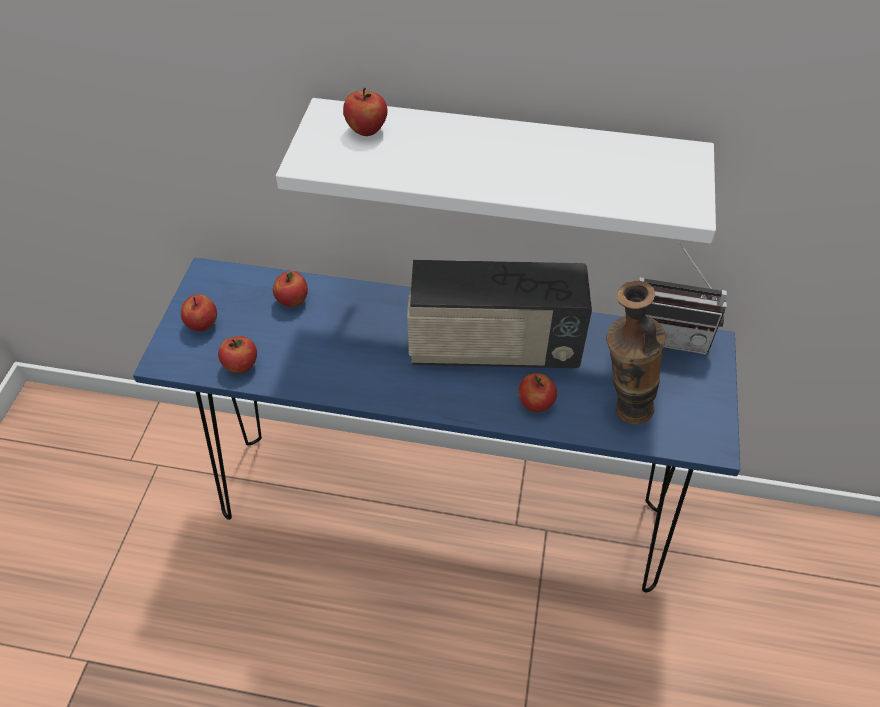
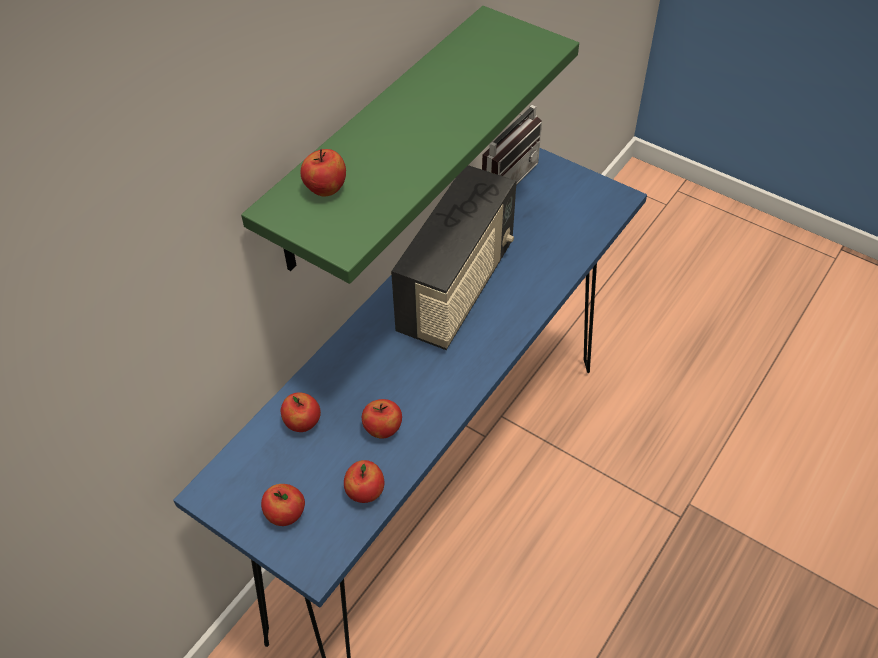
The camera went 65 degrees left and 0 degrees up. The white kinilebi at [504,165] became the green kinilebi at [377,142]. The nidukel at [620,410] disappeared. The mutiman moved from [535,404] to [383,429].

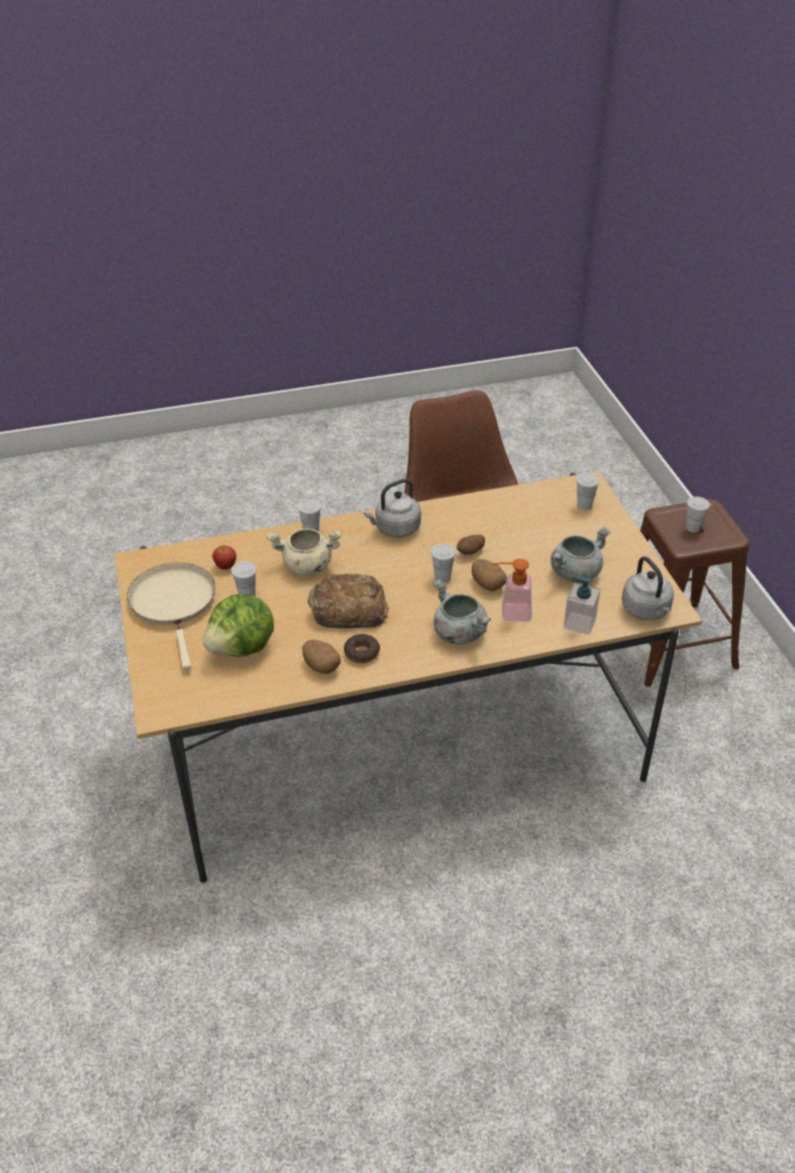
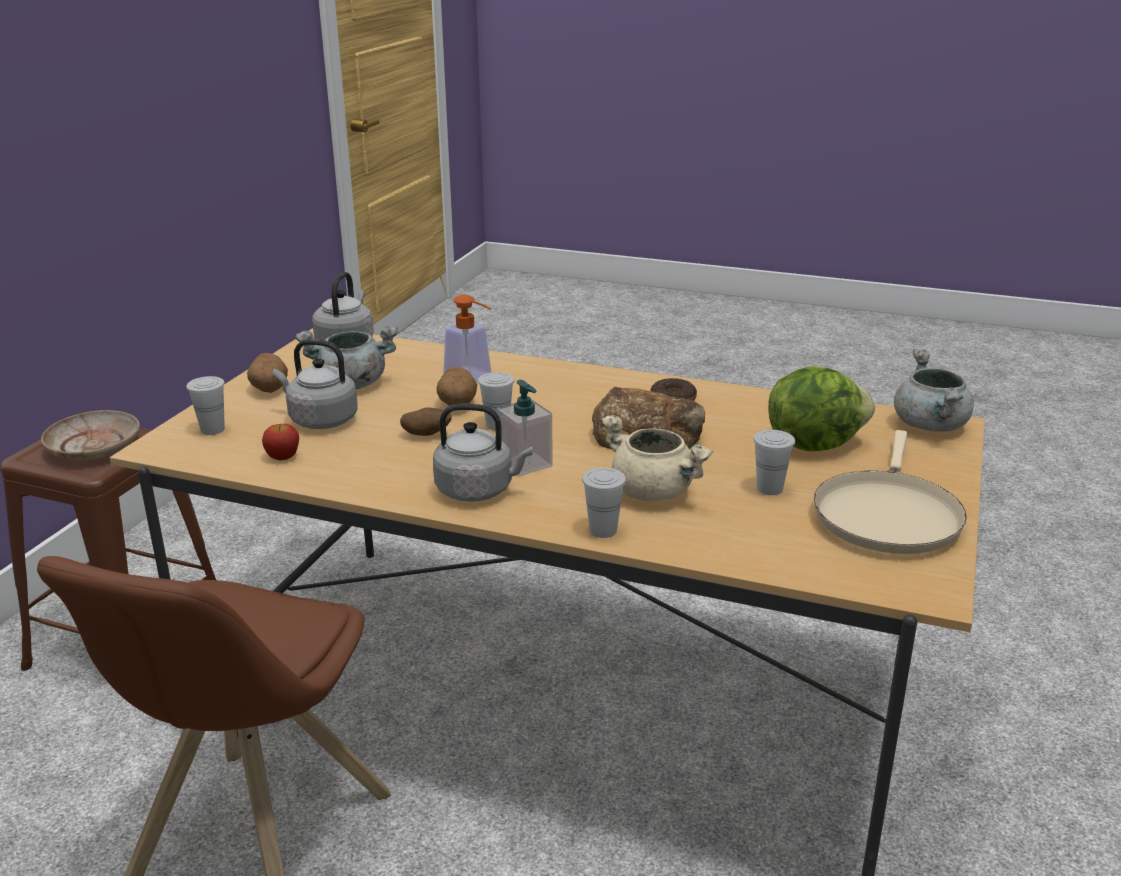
The camera went 145 degrees left and 15 degrees down. The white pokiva at [693,528] was replaced by the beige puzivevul at [94,447]. The mutiman moved from [225,566] to [283,457]. The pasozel moved from [579,623] to [525,464]. The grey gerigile moved from [458,633] to [931,426]. The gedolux moved from [321,666] to [269,389]. The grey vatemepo at [320,420] appeared.

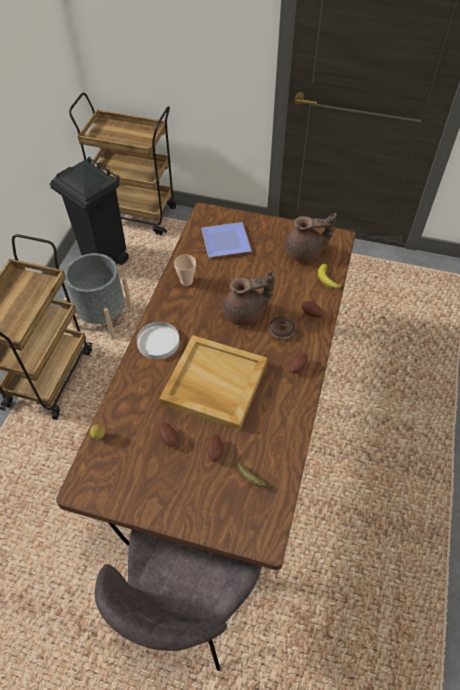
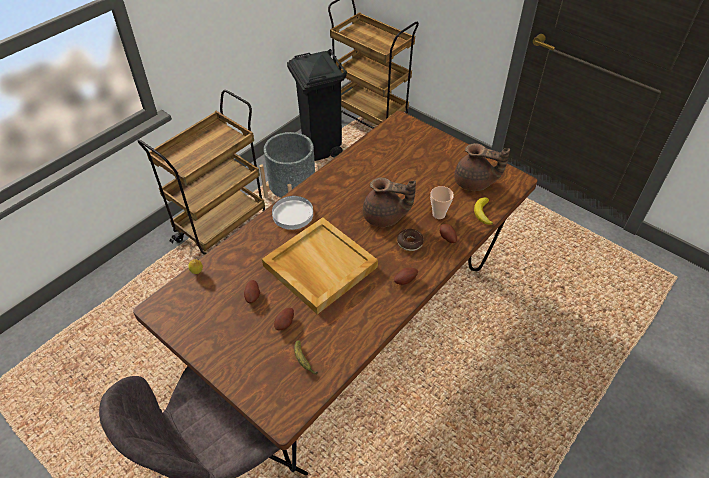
The camera went 25 degrees right and 5 degrees down. The puzivevul at [224,243] disappeared. The pokiva moved from [186,281] to [438,214].

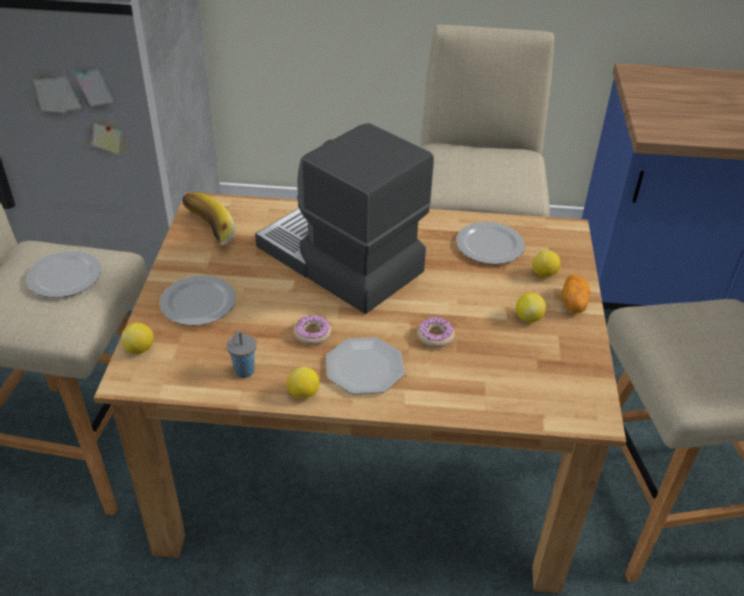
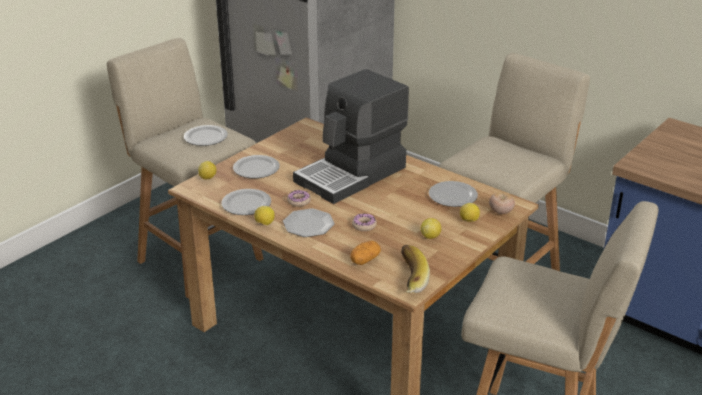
The camera went 35 degrees right and 10 degrees down. The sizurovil at [339,261] turned 120 degrees counterclockwise. The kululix moved from [206,231] to [407,278]. The gedolux moved from [573,303] to [365,260]. The grey pokiva at [243,372] was replaced by the puzivevul at [246,204]. The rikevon at [500,212] appeared.

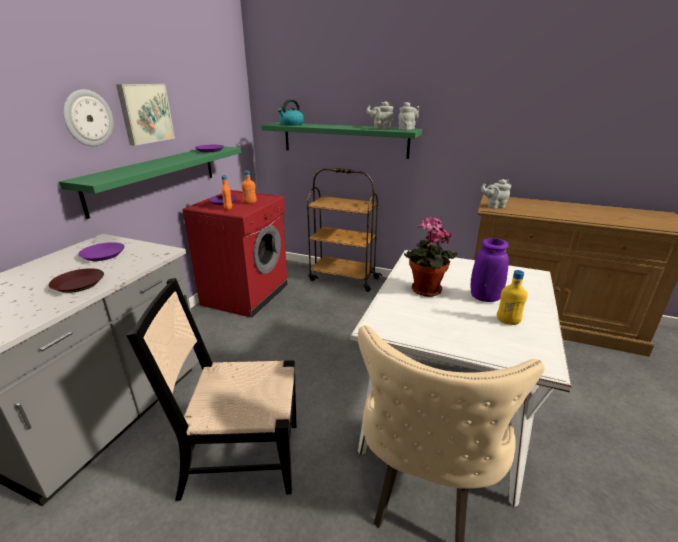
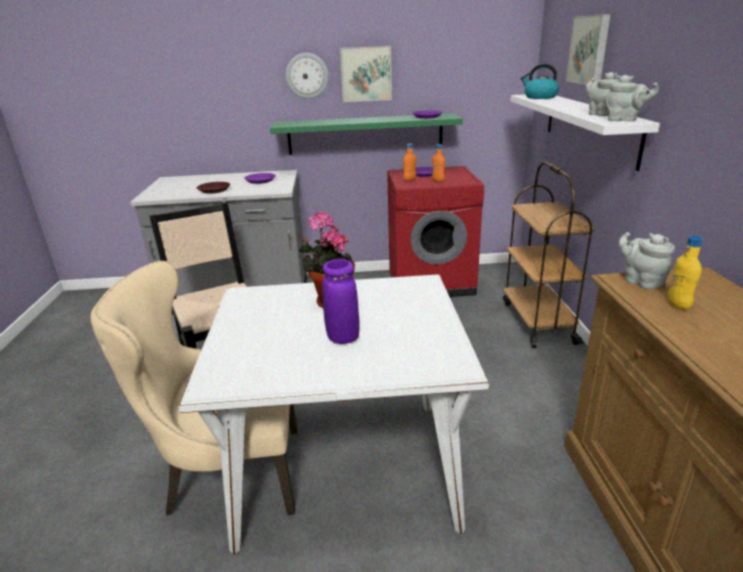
The camera went 65 degrees right and 0 degrees up. The green kinilebi at [344,140] became the white kinilebi at [589,126]. The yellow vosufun moved from [507,322] to [678,305]. The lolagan at [590,50] appeared.

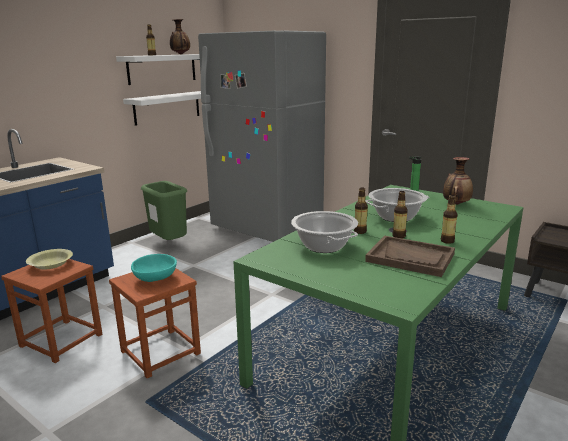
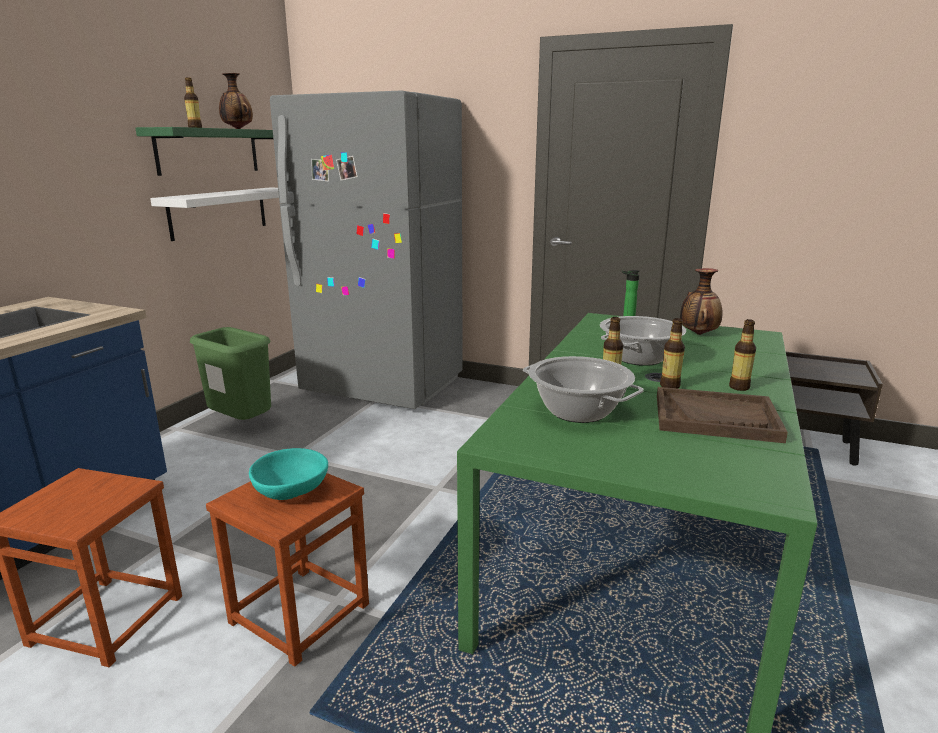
The camera went 15 degrees left and 0 degrees up. The white kinilebi at [162,68] became the green kinilebi at [208,151]. The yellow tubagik at [50,264] disappeared.

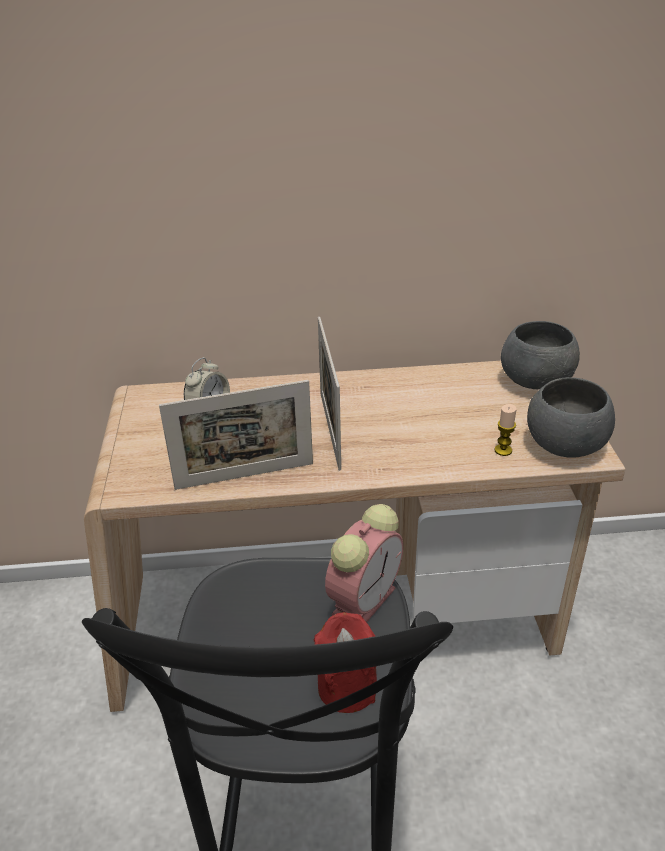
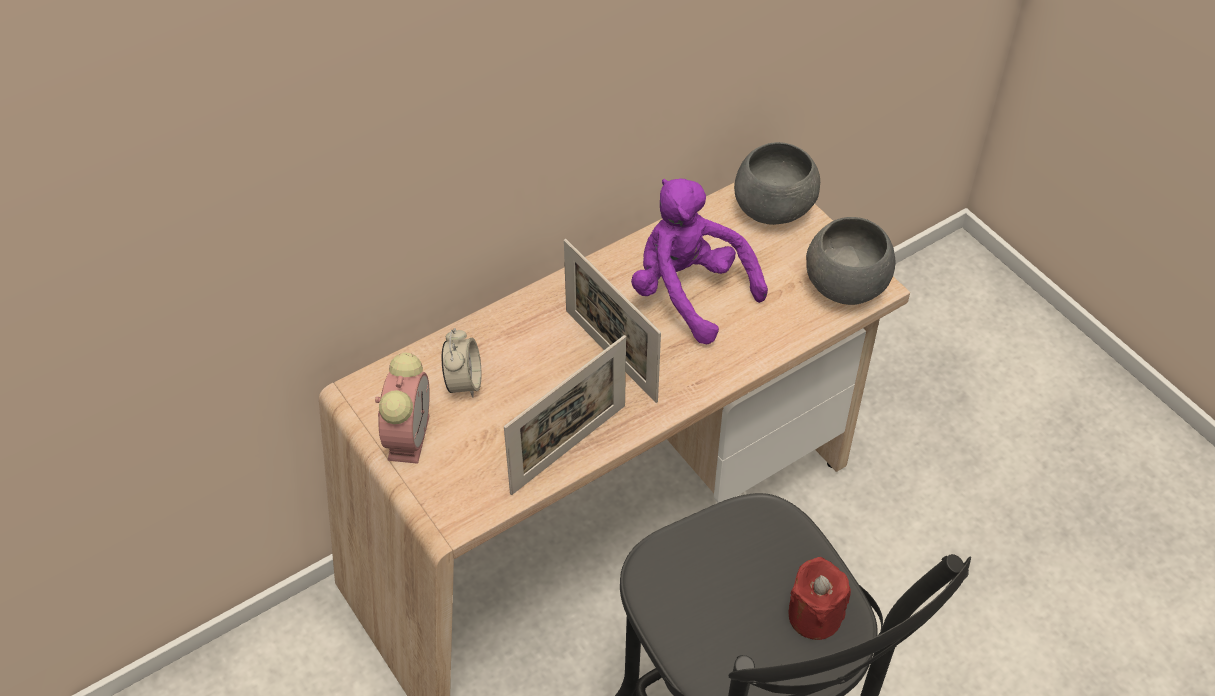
The camera went 30 degrees left and 15 degrees up. The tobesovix at [503,450] disappeared. The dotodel moved from [365,599] to [408,435]. The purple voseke at [689,292] appeared.

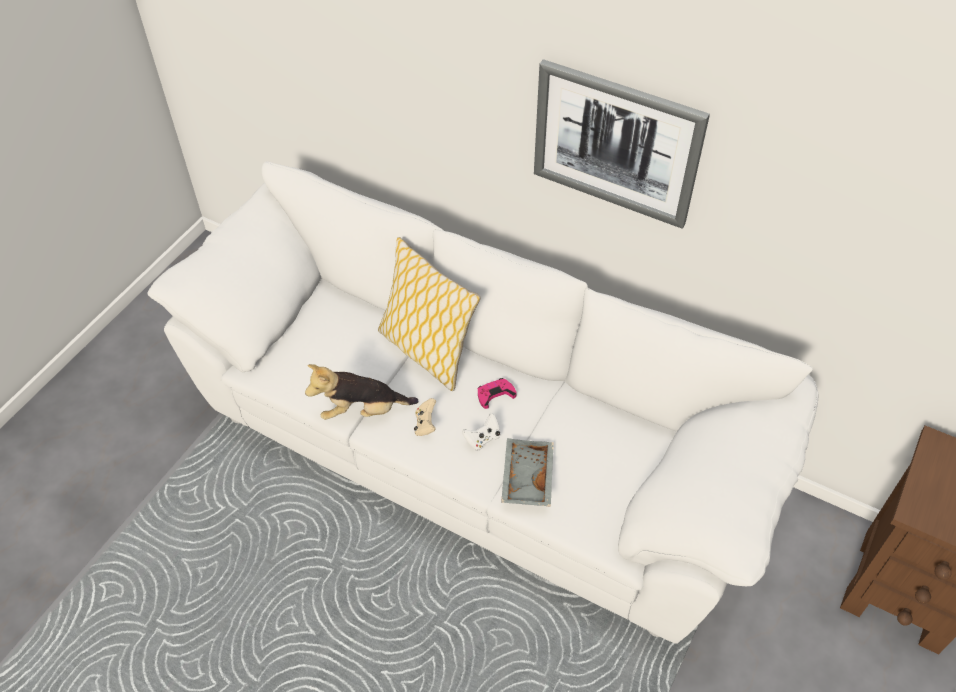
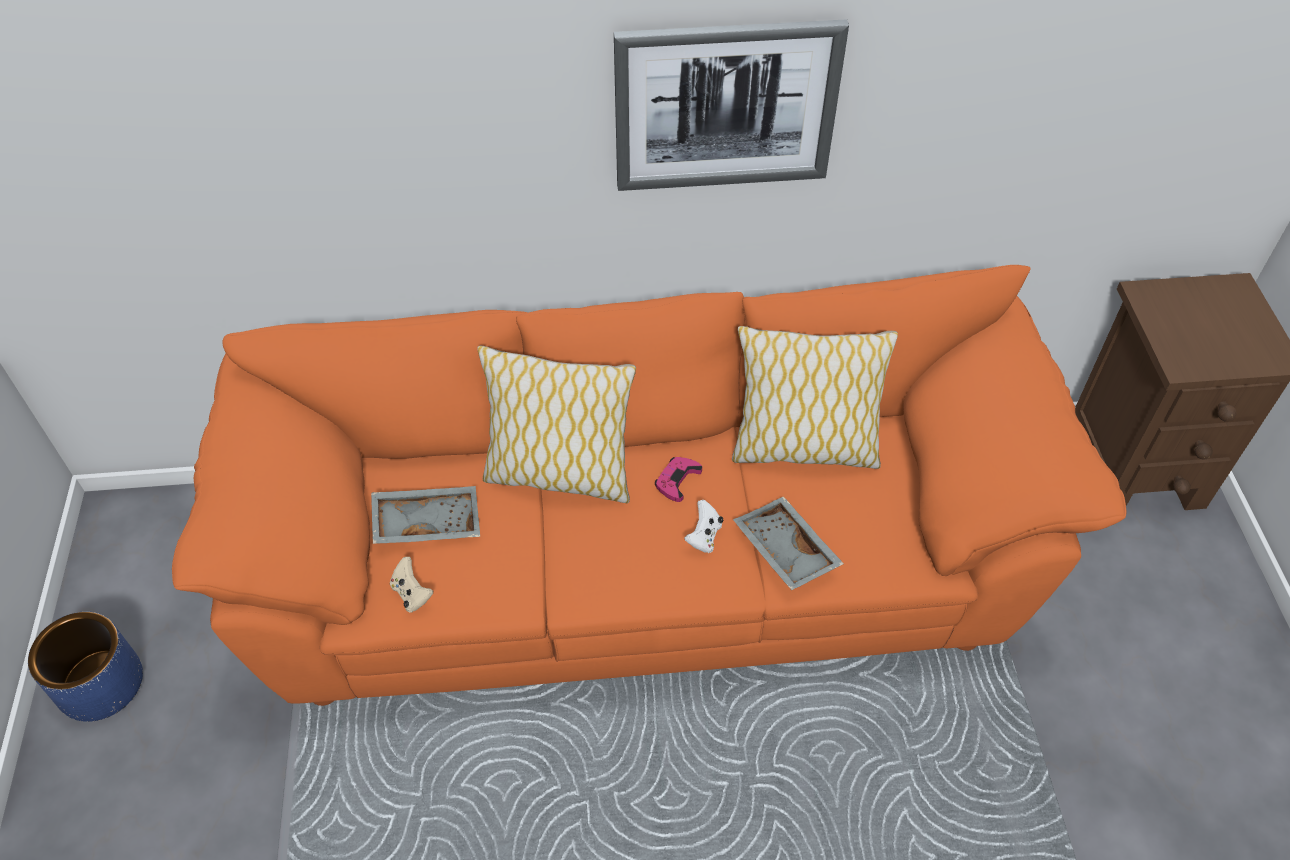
The camera went 35 degrees left and 0 degrees up. The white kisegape at [476,455] became the orange kisegape at [644,574]. The voseke at [362,410] disappeared. The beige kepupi moved from [425,424] to [412,594]. The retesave at [803,448] appeared. The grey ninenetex at [427,521] appeared. The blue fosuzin at [100,684] appeared.

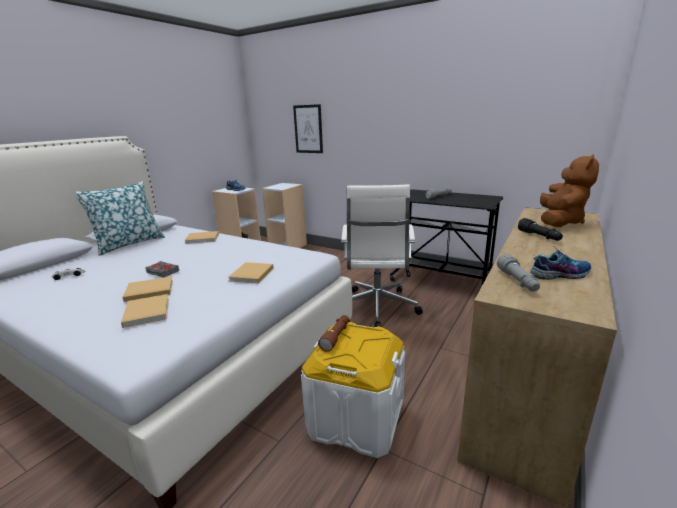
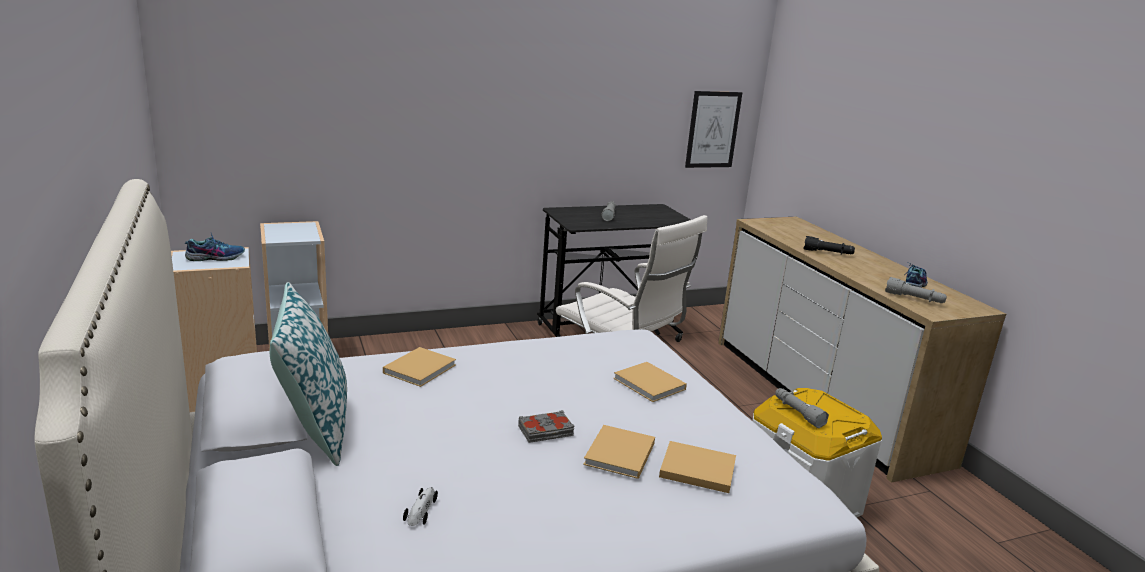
The camera went 55 degrees left and 0 degrees up. The lolagan moved from [308,129] to [713,129]. The brown voseke at [560,222] disappeared. The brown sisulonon at [336,337] became the grey sisulonon at [797,413].

